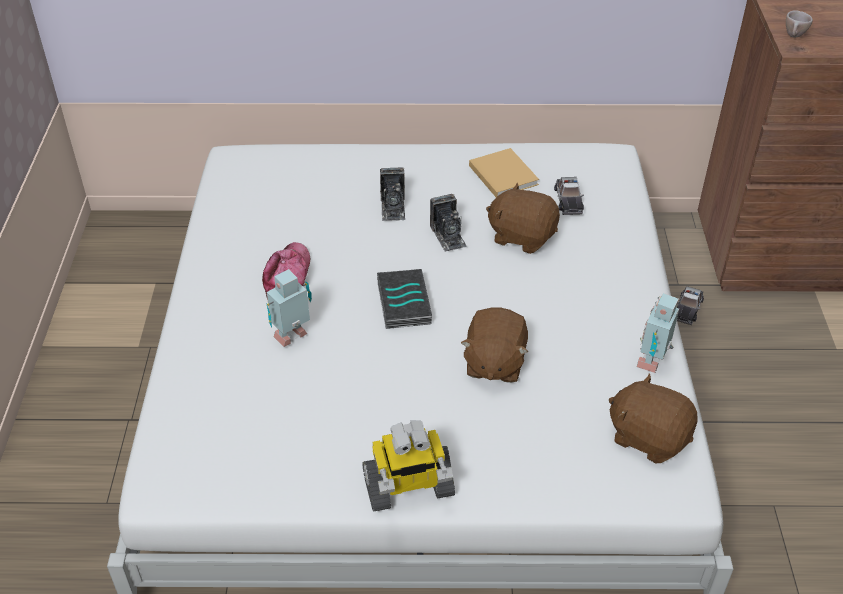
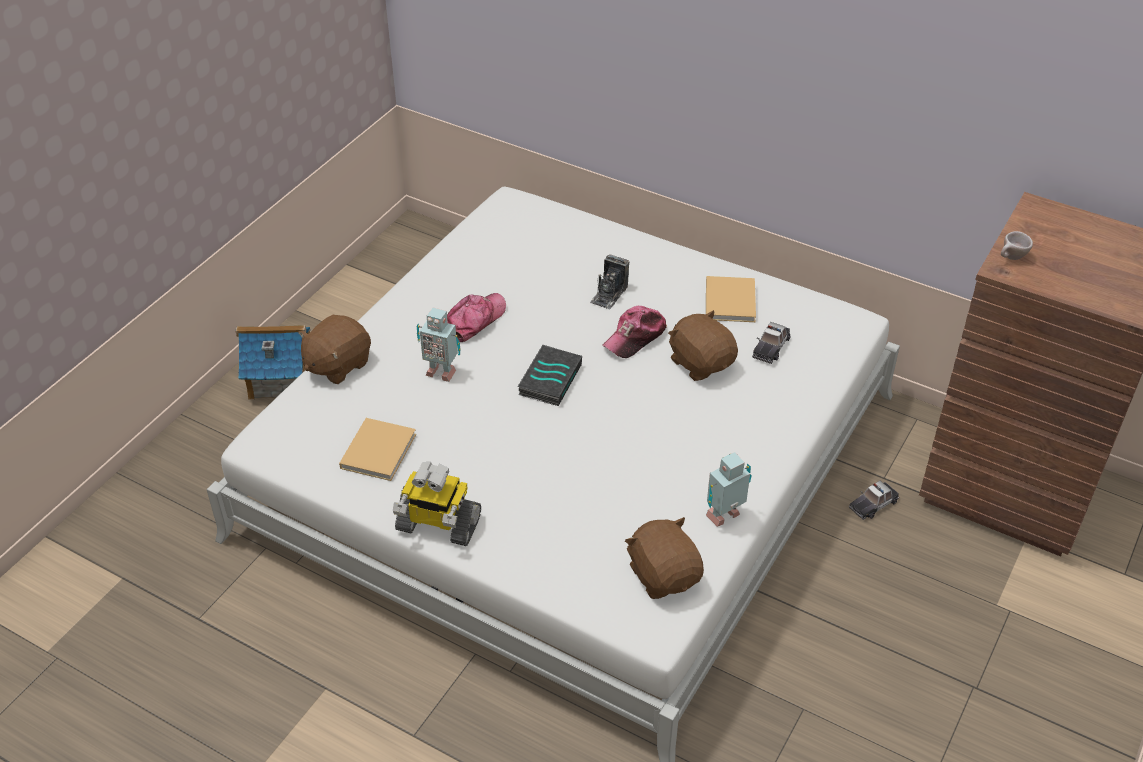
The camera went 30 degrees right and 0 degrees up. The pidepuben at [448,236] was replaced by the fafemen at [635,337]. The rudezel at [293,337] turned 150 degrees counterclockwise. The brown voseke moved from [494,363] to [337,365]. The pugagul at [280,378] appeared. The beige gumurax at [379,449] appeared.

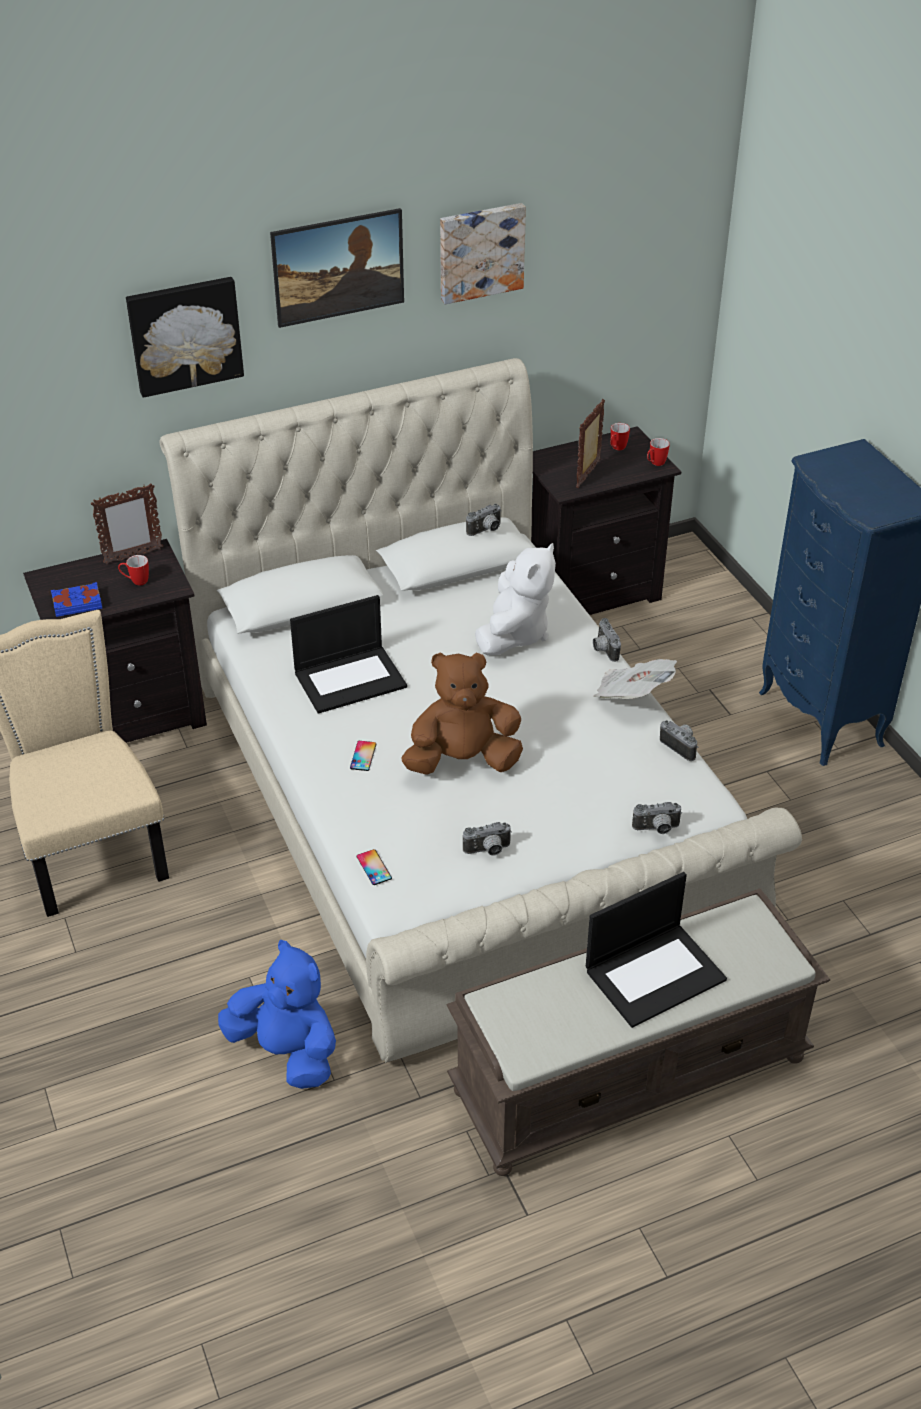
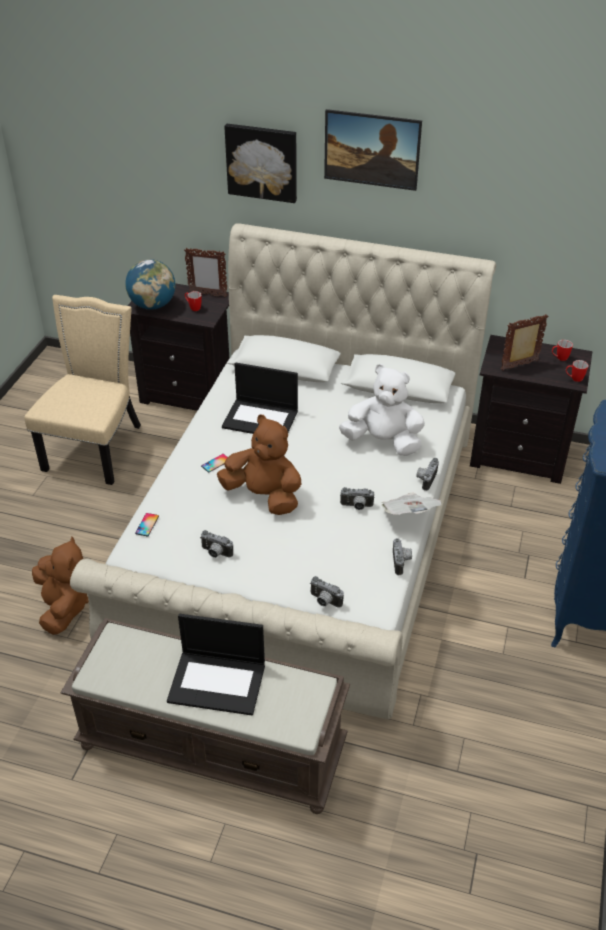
The camera went 40 degrees right and 0 degrees up. The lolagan at [480,251] disappeared. The pidepuben moved from [486,531] to [356,506]. The white voseke at [514,633] turned 135 degrees counterclockwise. The blue gumurax at [77,603] was replaced by the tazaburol at [153,305]. The blue voseke at [287,1051] became the brown voseke at [63,607].

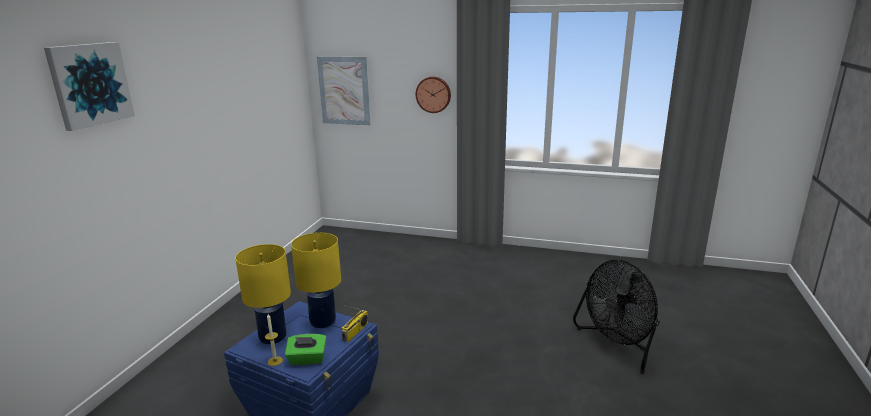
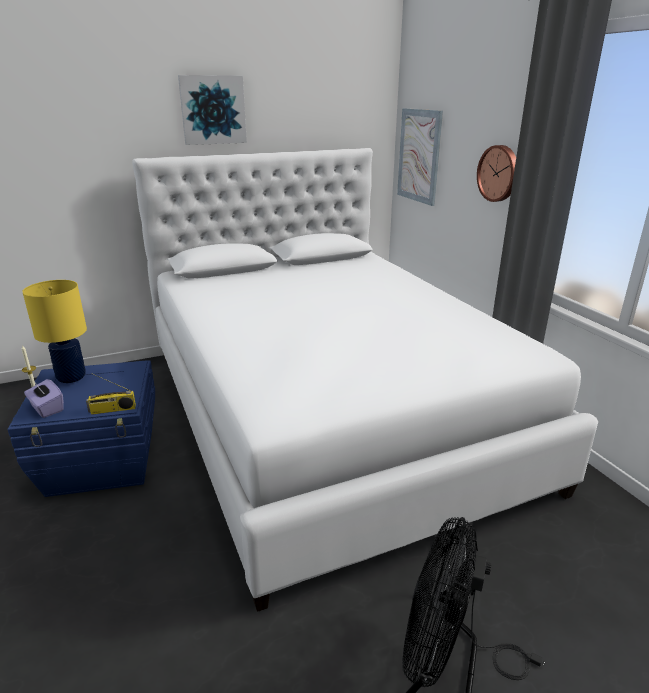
The camera went 50 degrees right and 5 degrees up. The lolagan moved from [90,84] to [213,110]. The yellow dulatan at [323,324] disappeared. The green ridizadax at [307,359] became the purple ridizadax at [47,408]. The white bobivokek at [327,413] appeared.

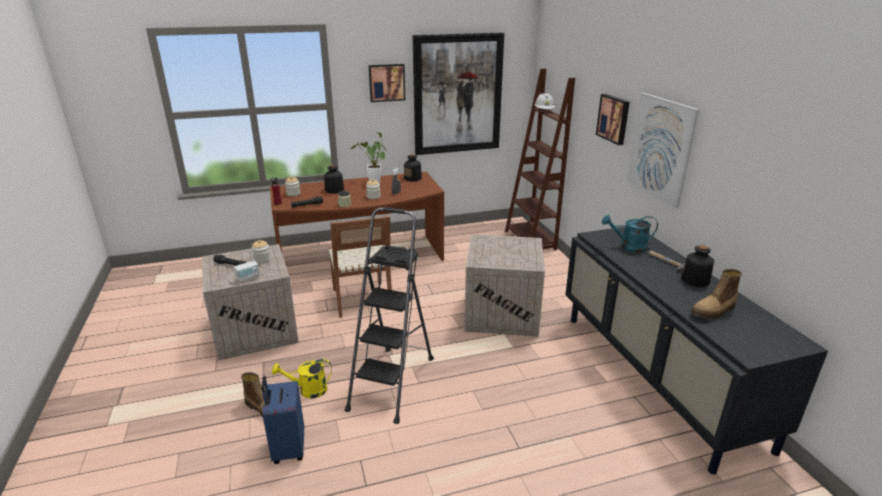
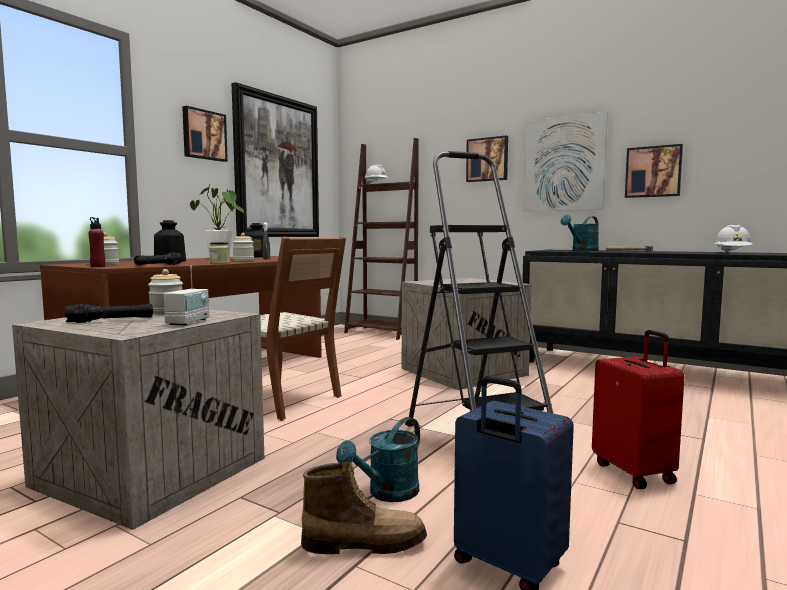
The camera went 40 degrees left and 20 degrees down. The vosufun at [695,280] disappeared. The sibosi at [714,311] was replaced by the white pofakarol at [732,253]. The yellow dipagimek at [308,390] became the turquoise dipagimek at [387,494]. The lolagan at [653,172] appeared. The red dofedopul at [635,472] appeared.

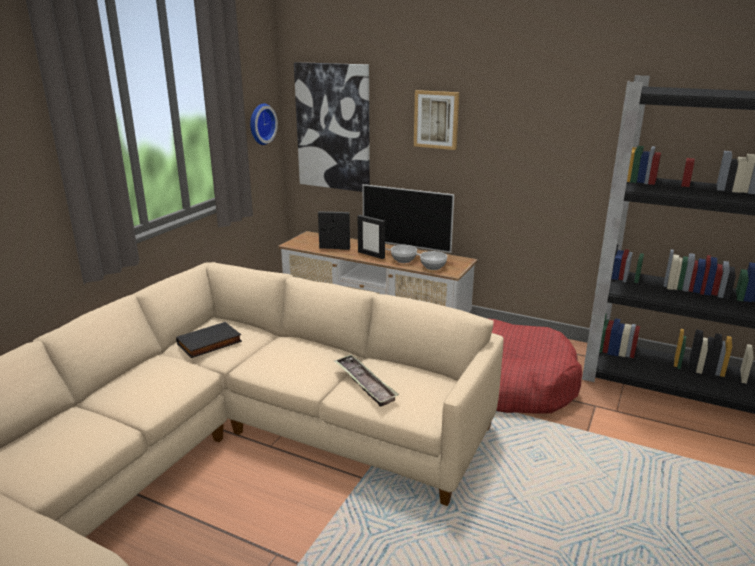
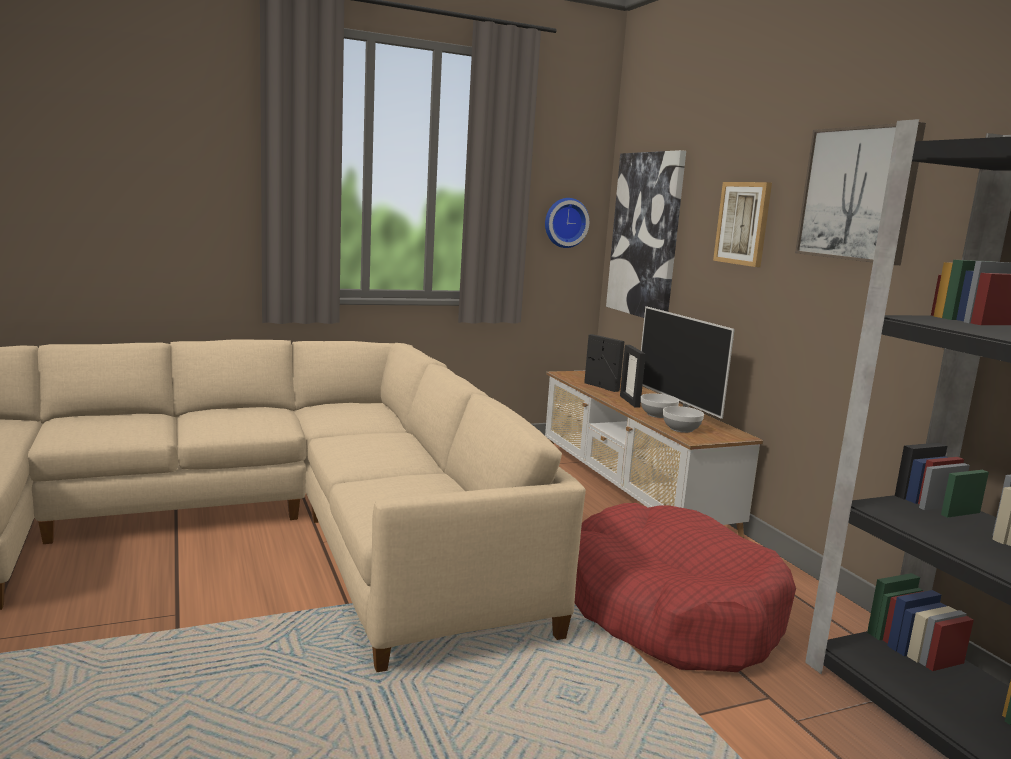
The camera went 40 degrees right and 10 degrees down. The black gumurax at [209,343] disappeared. The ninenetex at [364,383] disappeared. The lolagan at [858,194] appeared.

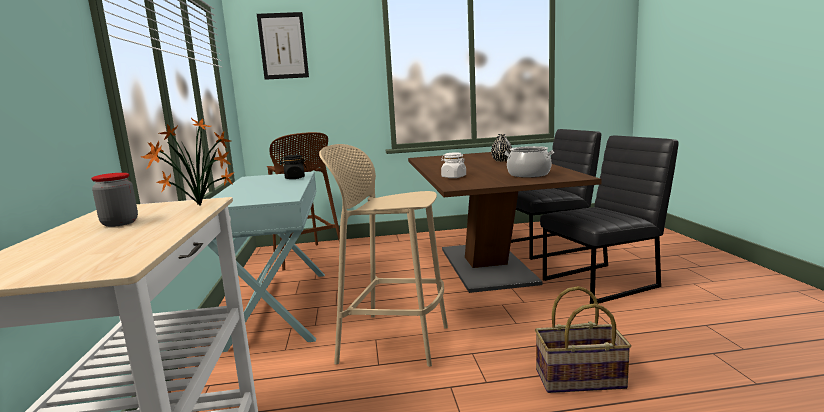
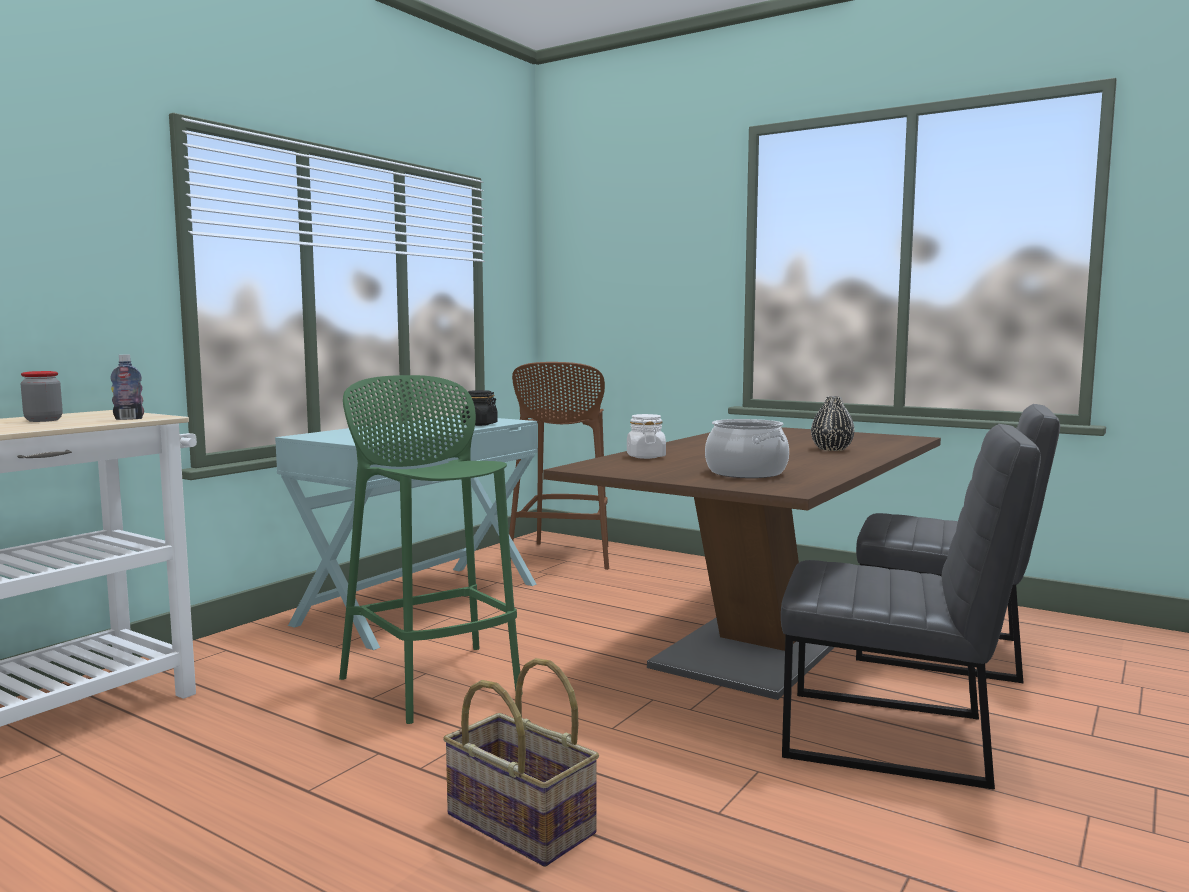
The camera went 40 degrees right and 5 degrees down. The lolagan at [283,46] disappeared. The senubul at [197,206] was replaced by the vosufun at [129,419]. The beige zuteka at [392,341] became the green zuteka at [435,682].

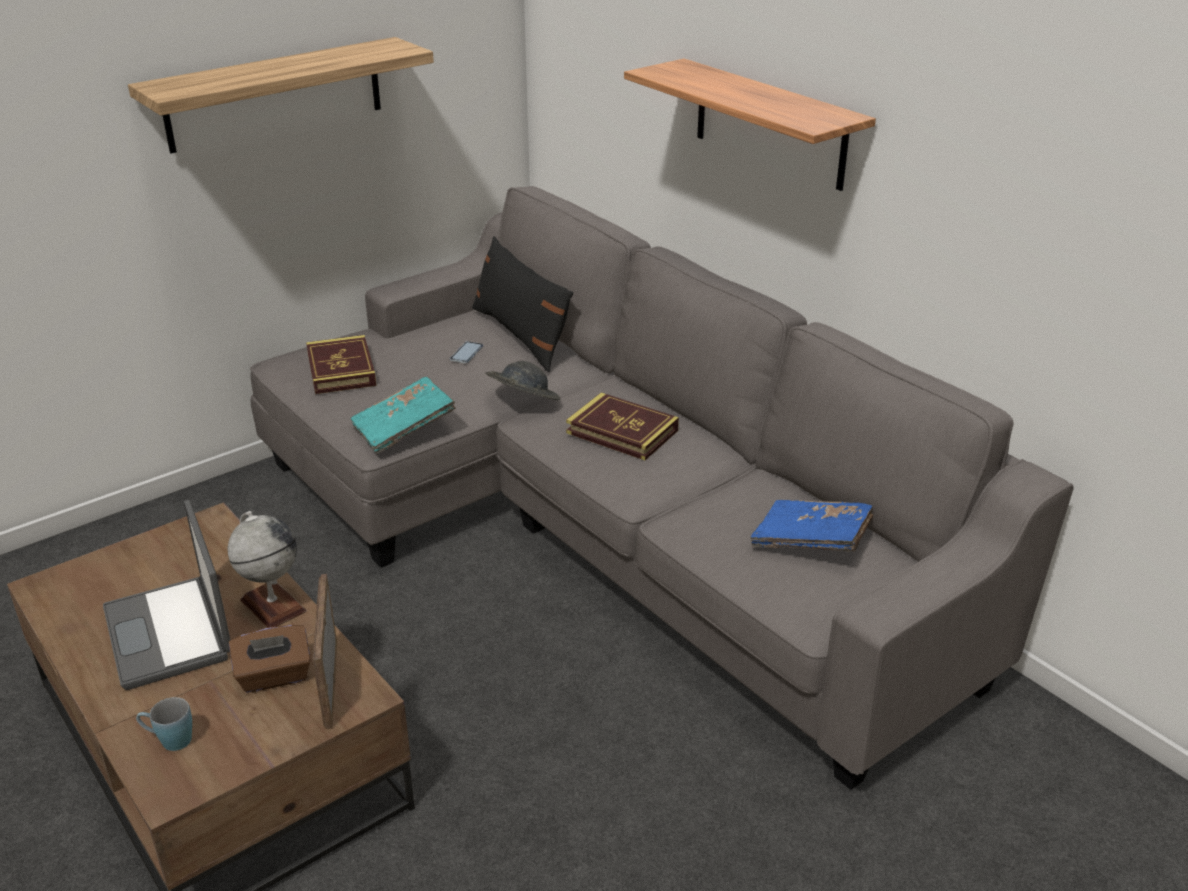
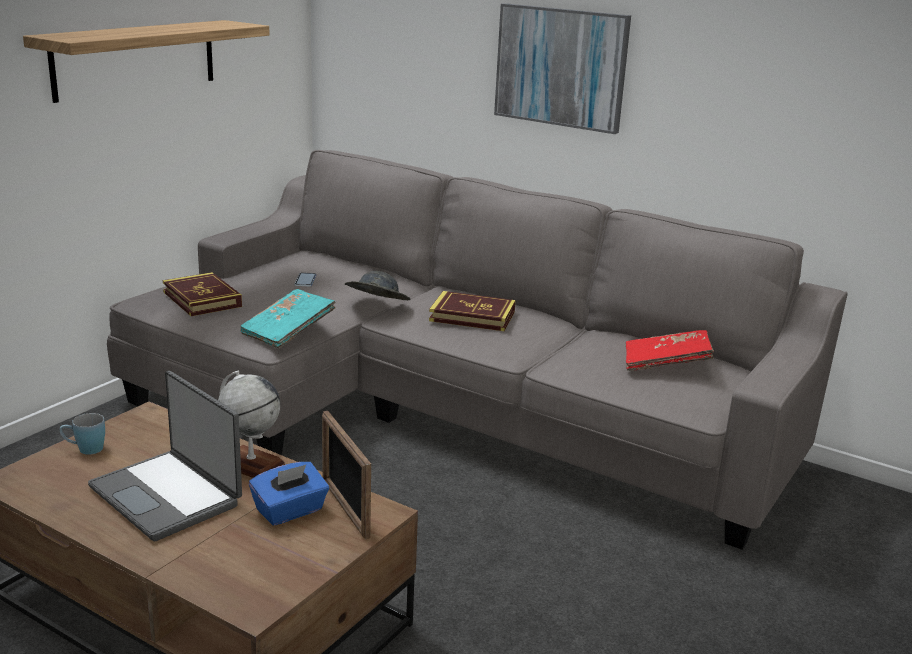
The camera went 20 degrees left and 10 degrees down. The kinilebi at [769,124] was replaced by the lolagan at [561,67]. The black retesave at [521,335] disappeared. The blue gumurax at [811,541] became the red gumurax at [666,364]. The brown ridizadax at [274,676] became the blue ridizadax at [290,511]. The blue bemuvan moved from [169,740] to [84,449].

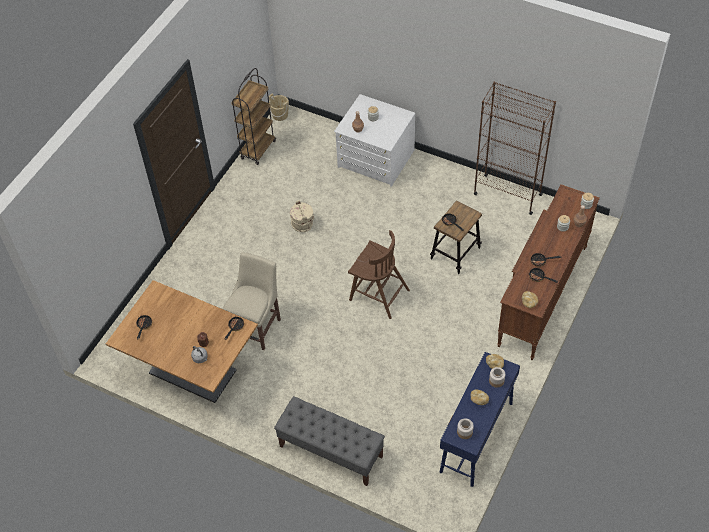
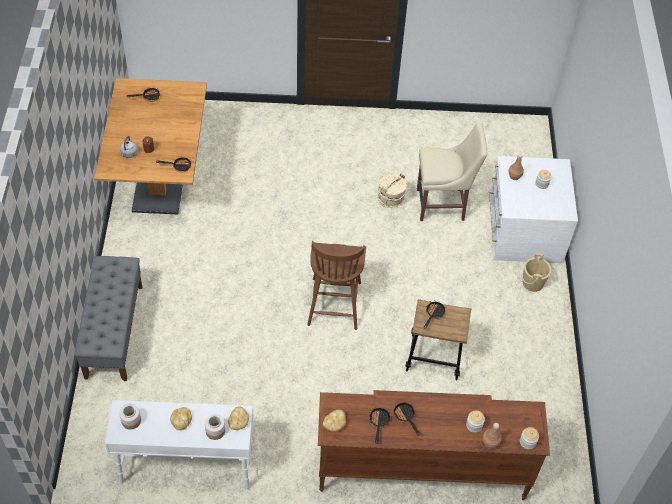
The camera went 60 degrees right and 0 degrees up. The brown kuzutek at [258,150] disappeared. The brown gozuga at [507,194] disappeared. The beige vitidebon moved from [280,115] to [533,283]. The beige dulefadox moved from [257,327] to [443,205]. The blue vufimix at [475,437] became the white vufimix at [187,465].

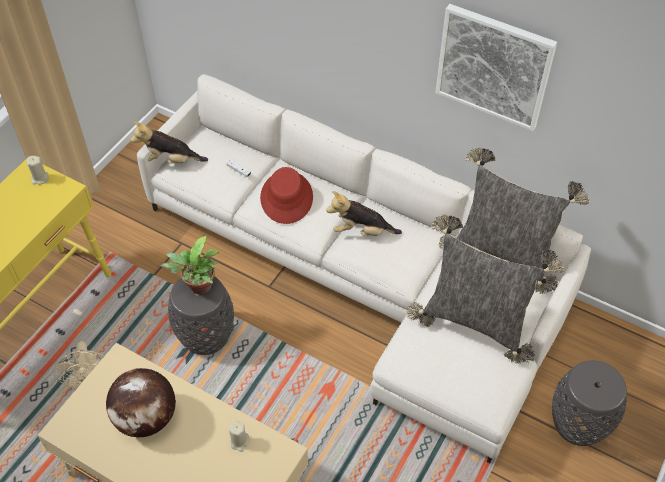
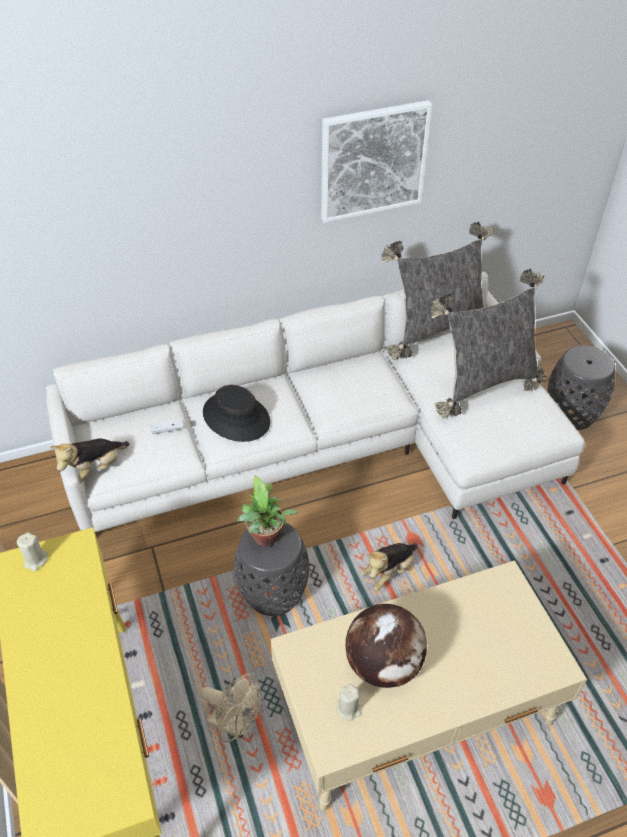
The camera went 50 degrees left and 5 degrees down. The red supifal at [287,198] became the black supifal at [236,417]. The voseke moved from [362,231] to [389,571]. The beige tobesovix moved from [239,441] to [349,709].

